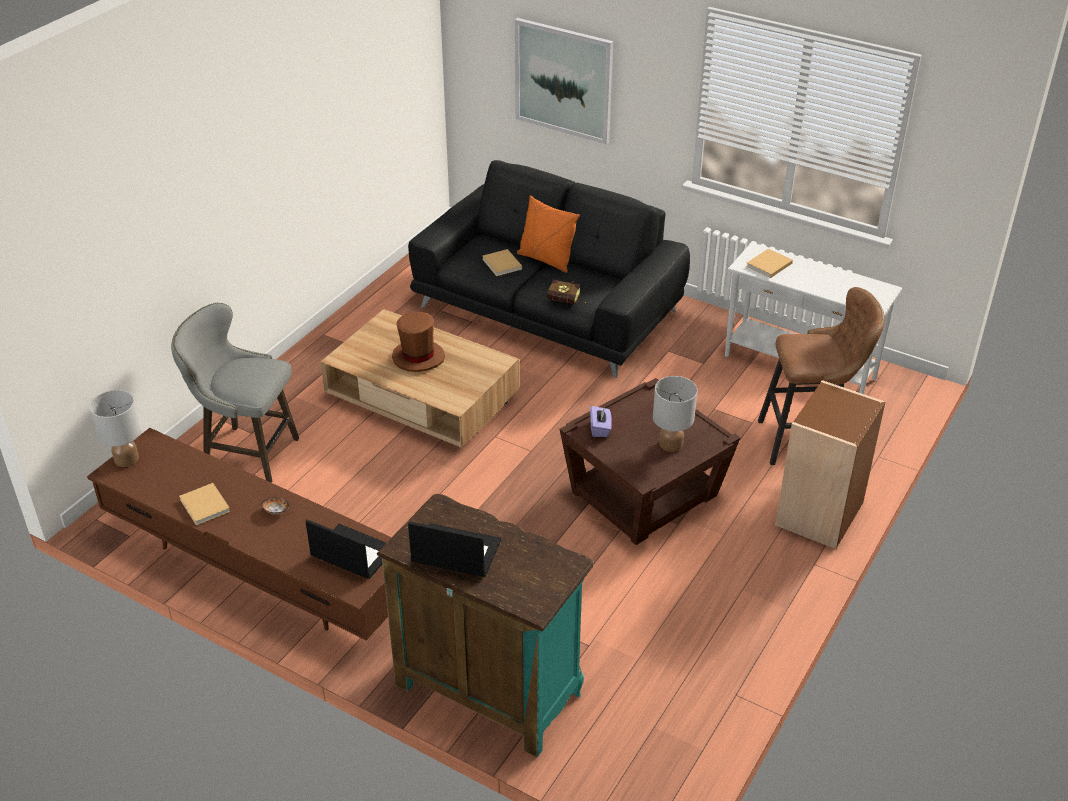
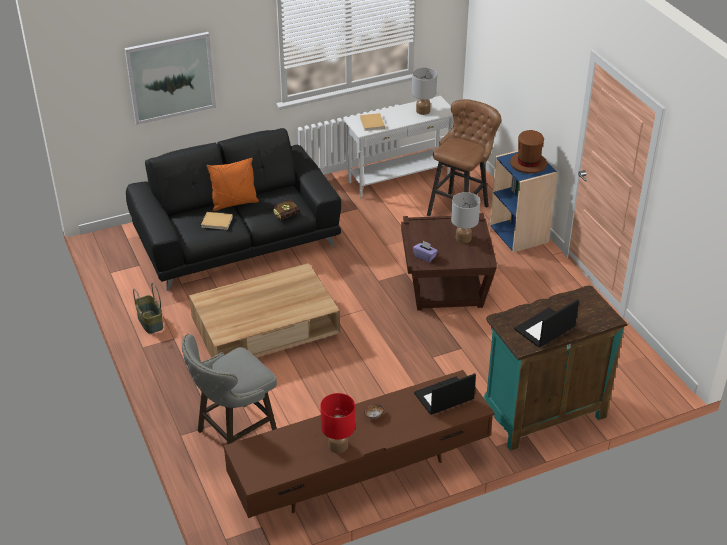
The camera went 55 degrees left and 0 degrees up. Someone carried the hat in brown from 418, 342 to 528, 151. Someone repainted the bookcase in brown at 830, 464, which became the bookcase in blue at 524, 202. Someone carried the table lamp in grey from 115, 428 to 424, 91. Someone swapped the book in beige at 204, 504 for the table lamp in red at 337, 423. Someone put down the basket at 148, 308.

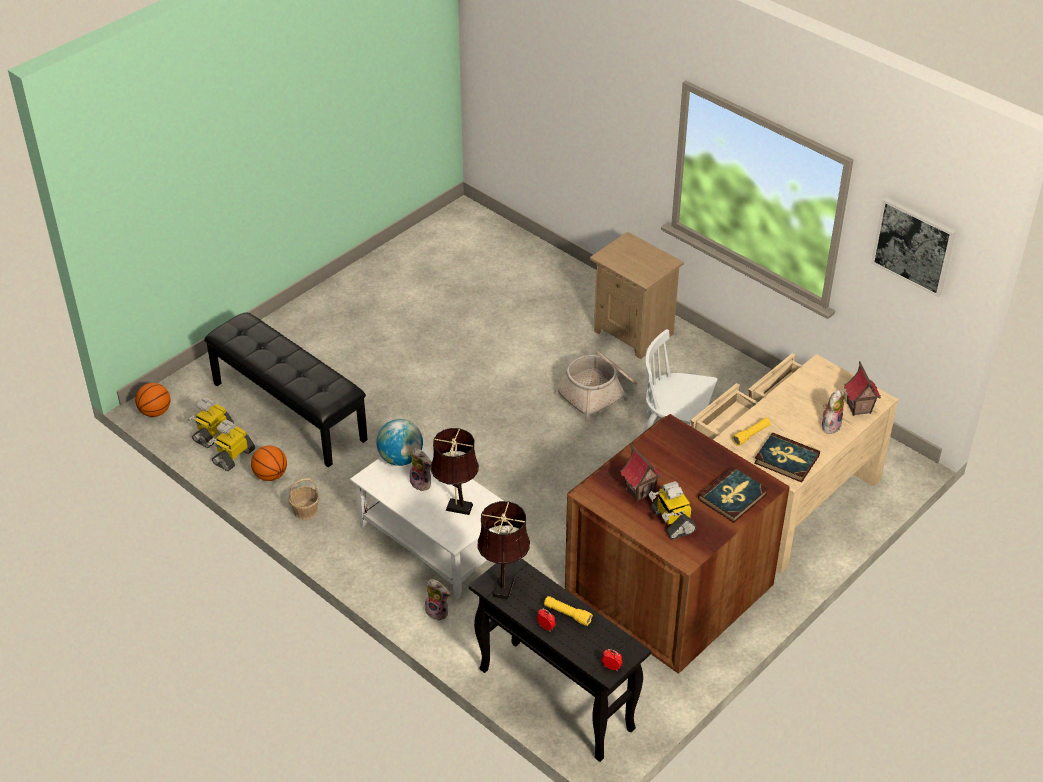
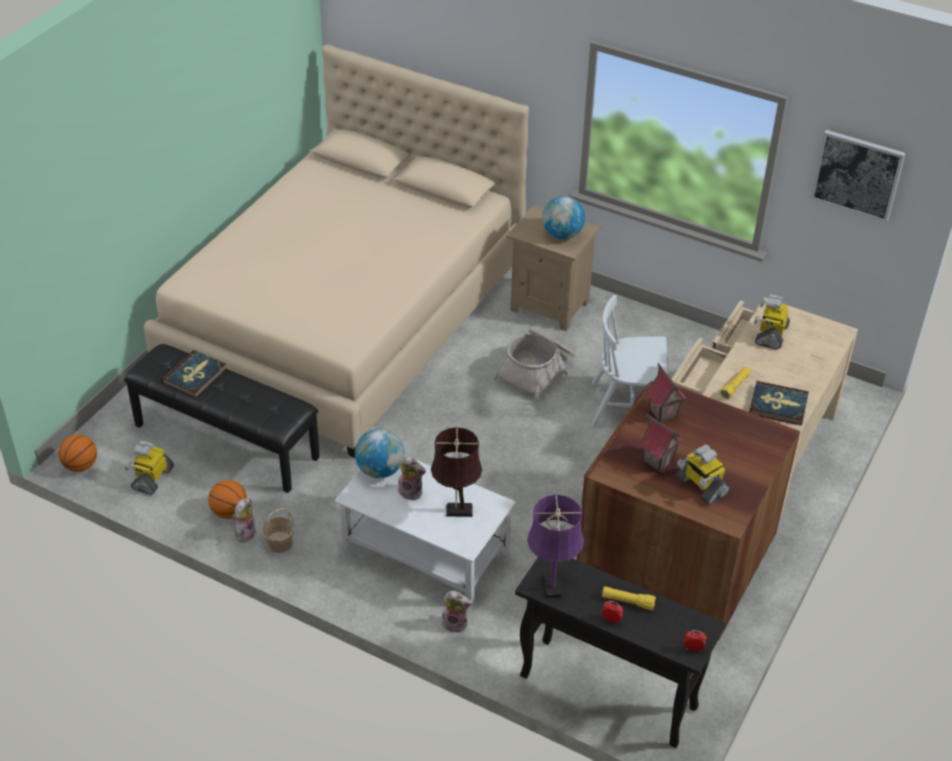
The camera went 15 degrees left and 0 degrees up. Someone carried the toy house from 862, 388 to 666, 393. Someone carried the plush toy from 833, 412 to 244, 520. Someone carried the toy robot from 231, 445 to 772, 321. Someone carried the book from 733, 495 to 194, 374. Someone repainted the table lamp in brown at 503, 550, which became the table lamp in purple at 555, 546. Someone put down the bed in beige at 336, 251. Someone put down the globe at 563, 217.

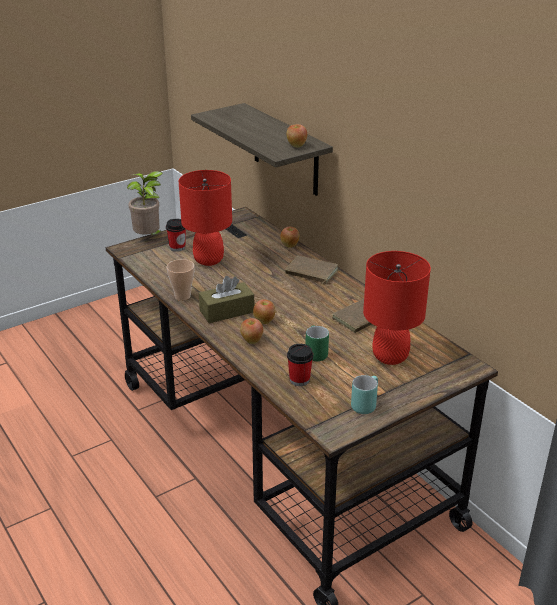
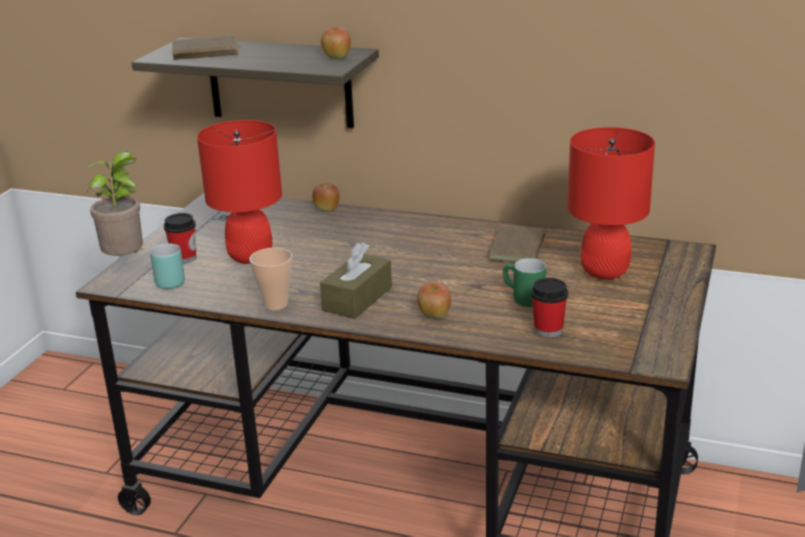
The camera went 35 degrees left and 5 degrees down. Someone carried the book in brown from 312, 270 to 206, 47. Someone took away the apple at 264, 311. Someone carried the mug in turquoise from 364, 394 to 167, 266.

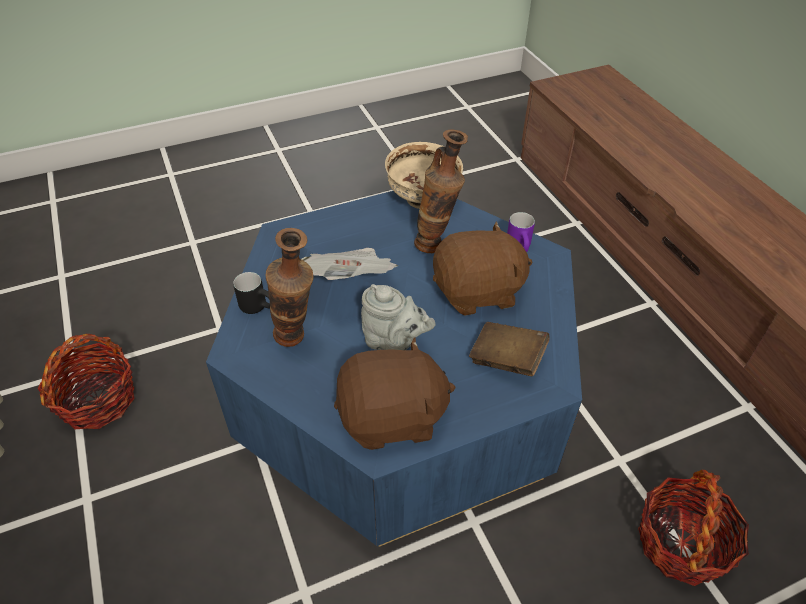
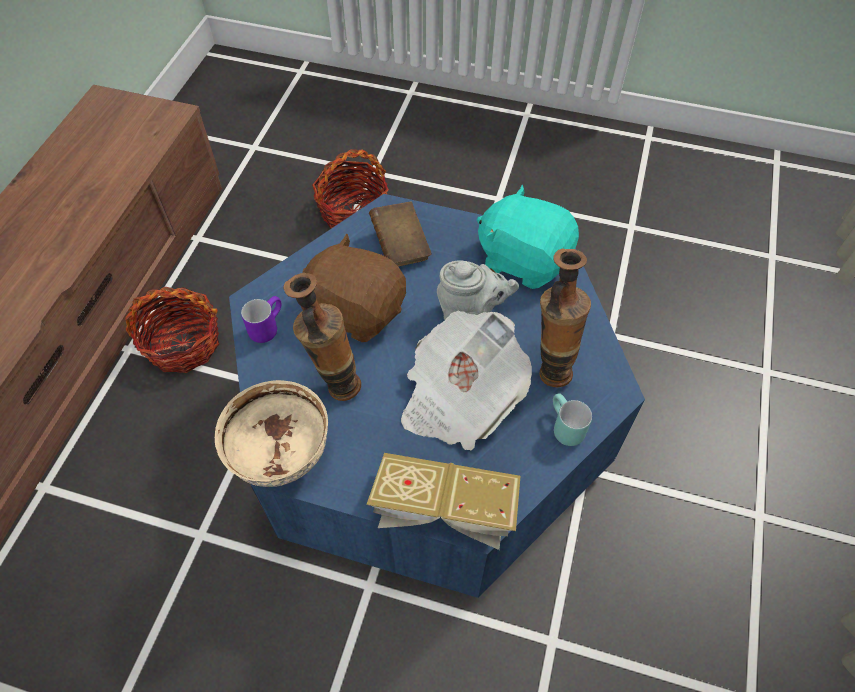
The camera went 140 degrees left and 10 degrees up. Someone repainted the mug in black at 251, 293, which became the mug in turquoise at 572, 419. Someone rotated the teapot in grey at 398, 317 by 120 degrees clockwise. Someone carried the basket from 86, 381 to 172, 330. Someone repainted the plush toy in brown at 395, 393, which became the plush toy in turquoise at 528, 237. Someone put down the book at 444, 501.

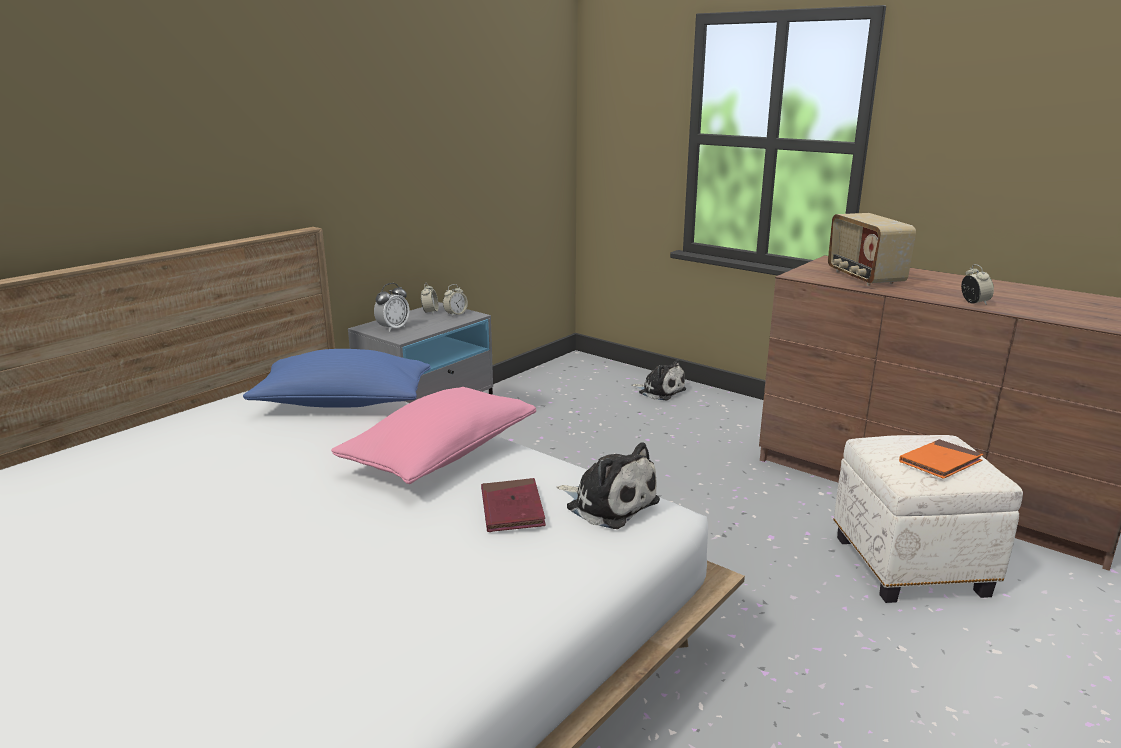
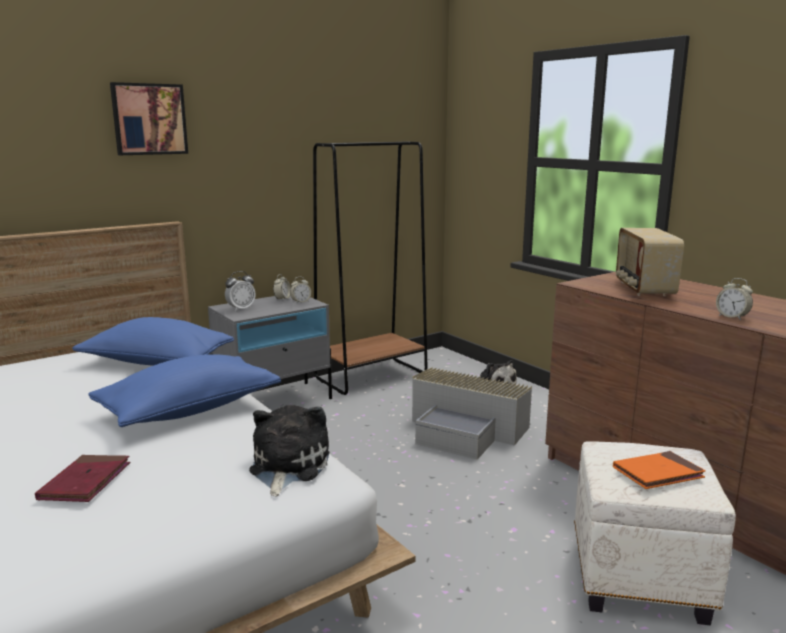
The camera went 15 degrees right and 5 degrees down. Someone rotated the alarm clock at 977, 284 by 135 degrees clockwise. Someone repainted the pillow in pink at 433, 435, which became the pillow in blue at 185, 391. Someone rotated the plush toy at 608, 485 by 135 degrees counterclockwise. Someone carried the book in red from 513, 505 to 82, 478. Someone put up the picture at 149, 118. Someone put down the clothes rack at 370, 268. Someone put down the storage box in grey at 472, 413.

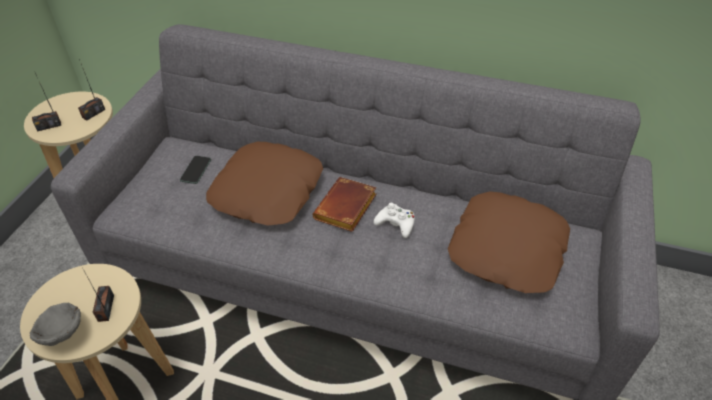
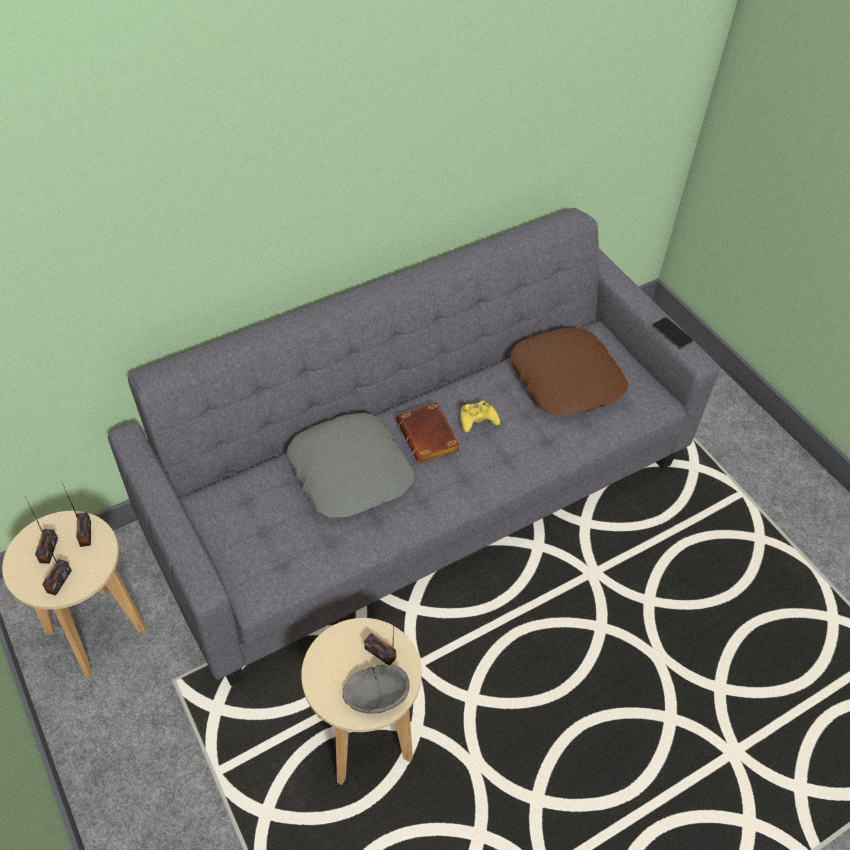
The camera went 50 degrees left and 5 degrees up. Someone repainted the pillow in brown at 264, 184, which became the pillow in grey at 351, 465. Someone carried the phone from 195, 170 to 672, 333. Someone repainted the game controller in white at 394, 220, which became the game controller in yellow at 480, 416. Someone put down the radio at 41, 530.

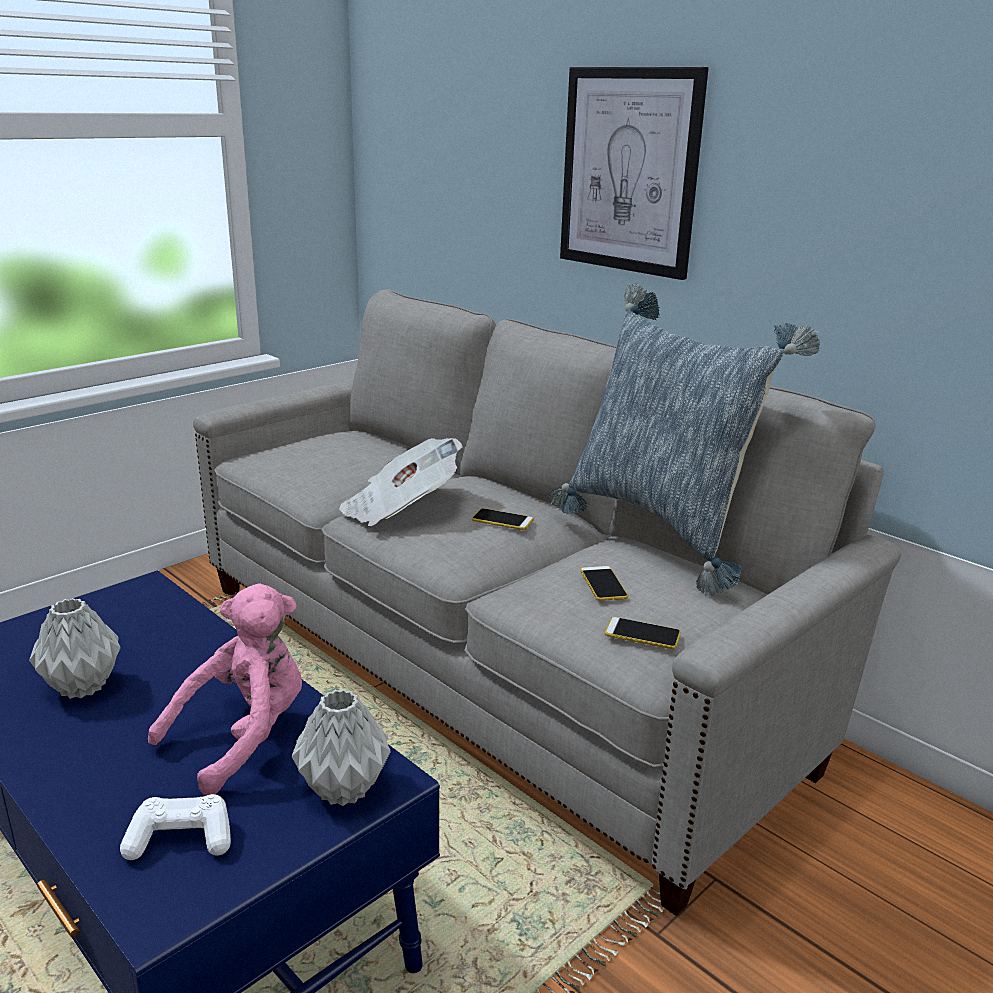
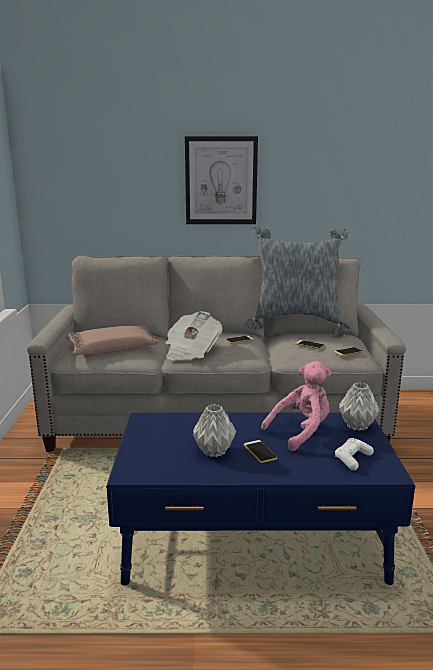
The camera went 45 degrees left and 5 degrees down. Someone rotated the plush toy in pink at 225, 690 by 60 degrees clockwise. Someone put down the pillow in beige at 112, 340. Someone put down the phone at 260, 451.

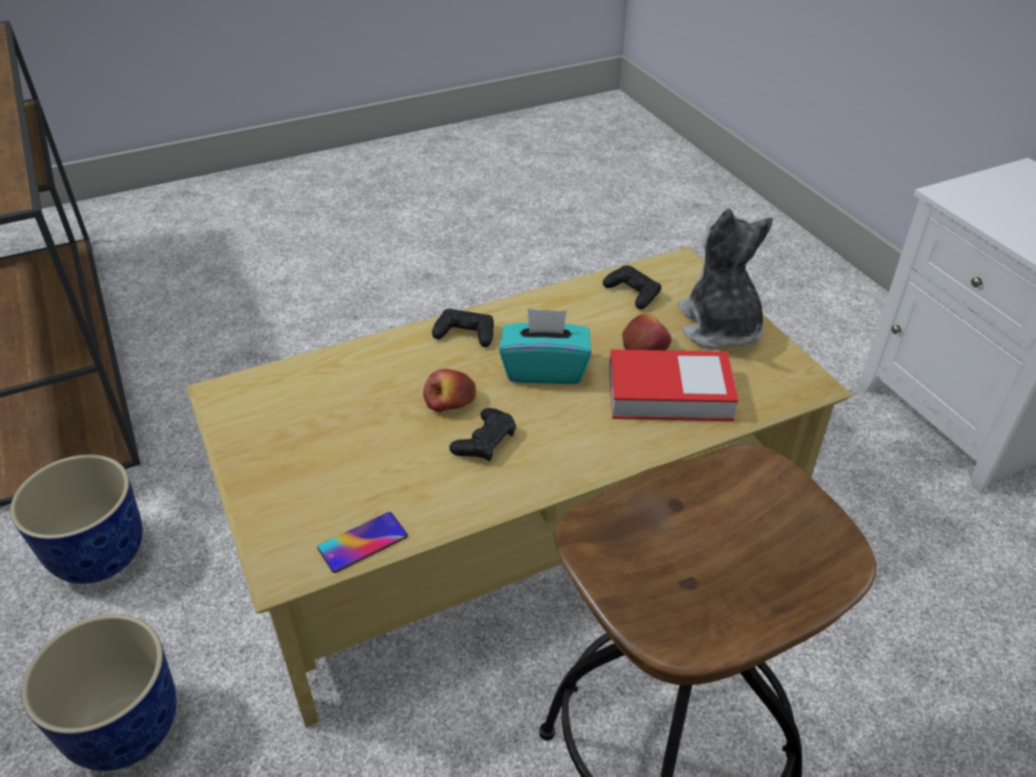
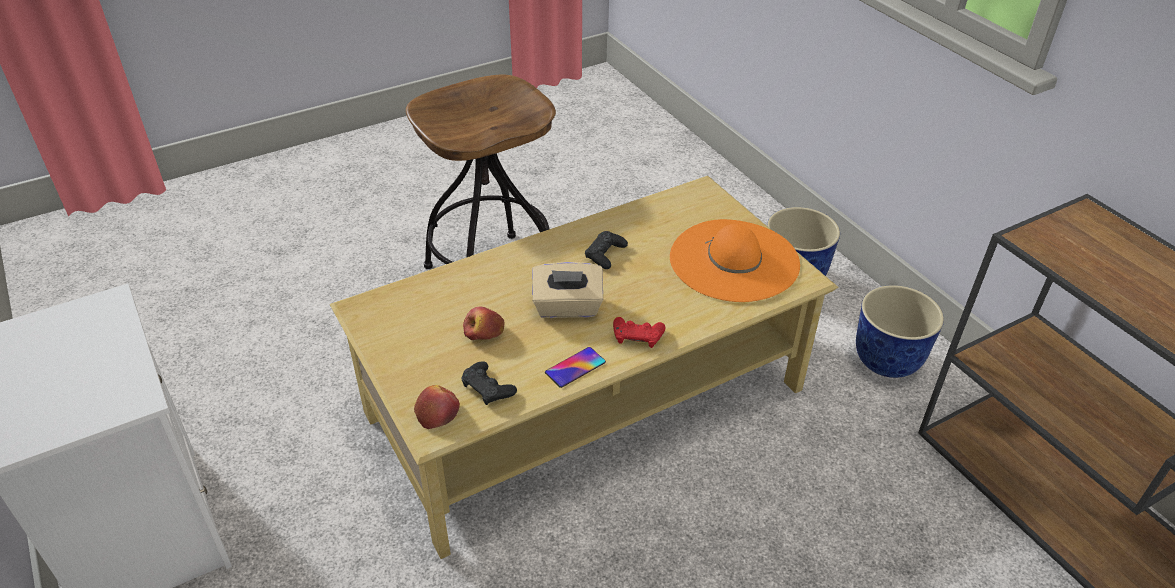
The camera went 175 degrees right and 0 degrees up. Someone took away the plush toy at 725, 279. Someone repainted the tissue box in turquoise at 545, 346, which became the tissue box in beige at 567, 290. Someone repainted the game controller in black at 463, 328, which became the game controller in red at 639, 332. Someone took away the book at 674, 385. Someone carried the apple from 449, 391 to 437, 407. Someone carried the phone from 362, 542 to 575, 367. Someone put down the hat in orange at 735, 260.

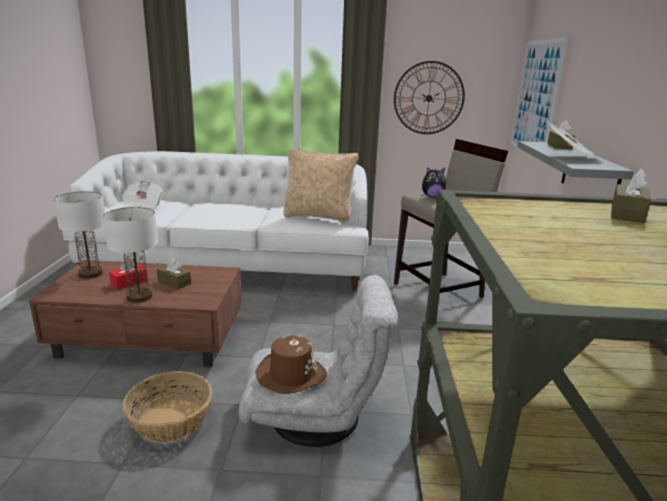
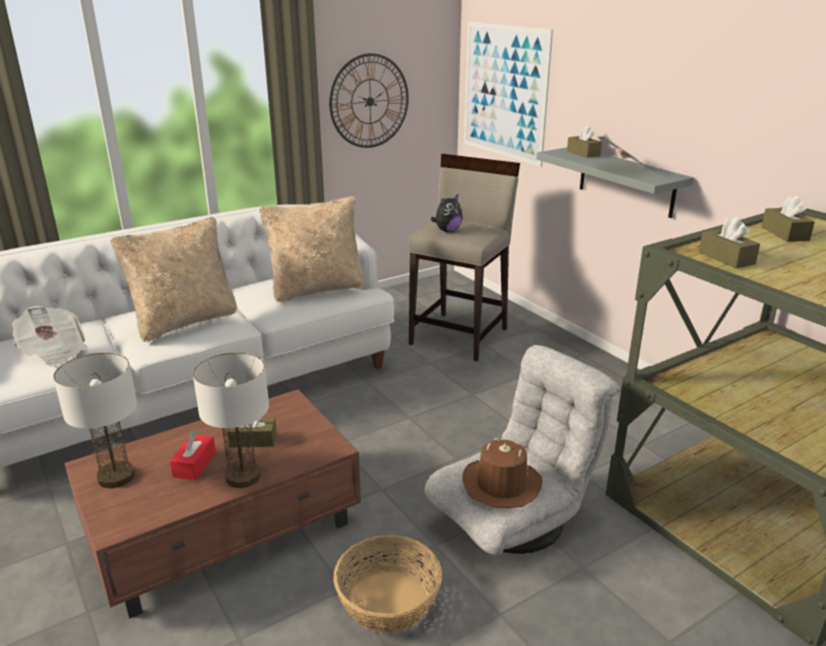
The camera went 35 degrees left and 5 degrees up. Someone put down the pillow in beige at 174, 279. Someone put down the tissue box in brown at 729, 242.

